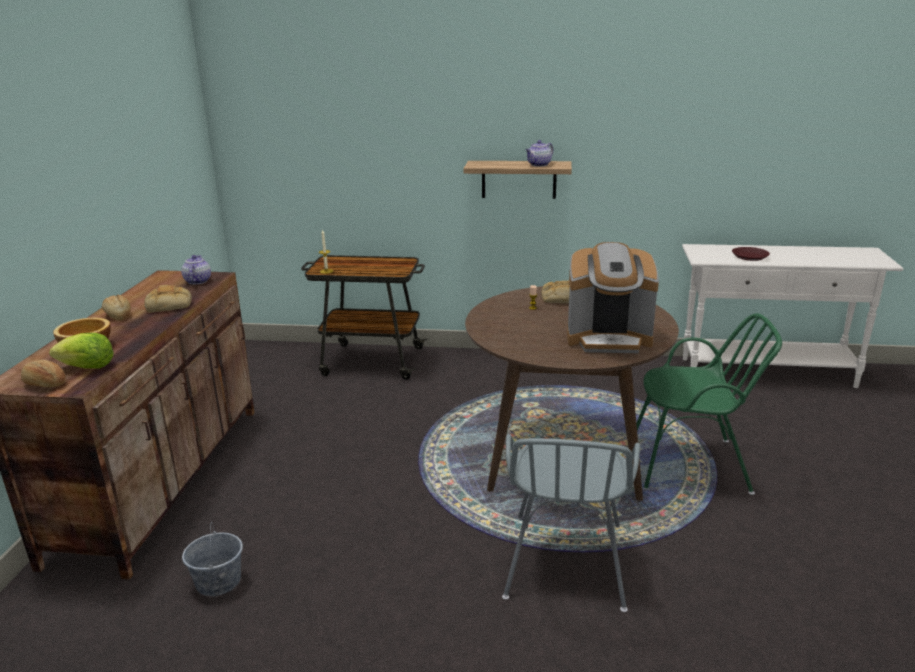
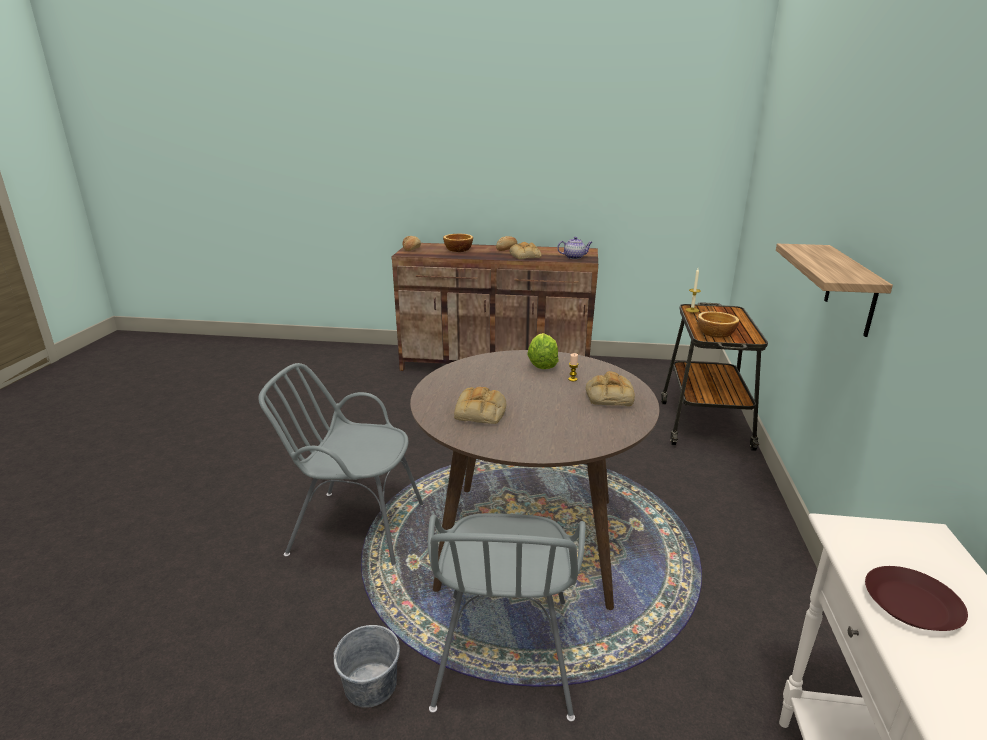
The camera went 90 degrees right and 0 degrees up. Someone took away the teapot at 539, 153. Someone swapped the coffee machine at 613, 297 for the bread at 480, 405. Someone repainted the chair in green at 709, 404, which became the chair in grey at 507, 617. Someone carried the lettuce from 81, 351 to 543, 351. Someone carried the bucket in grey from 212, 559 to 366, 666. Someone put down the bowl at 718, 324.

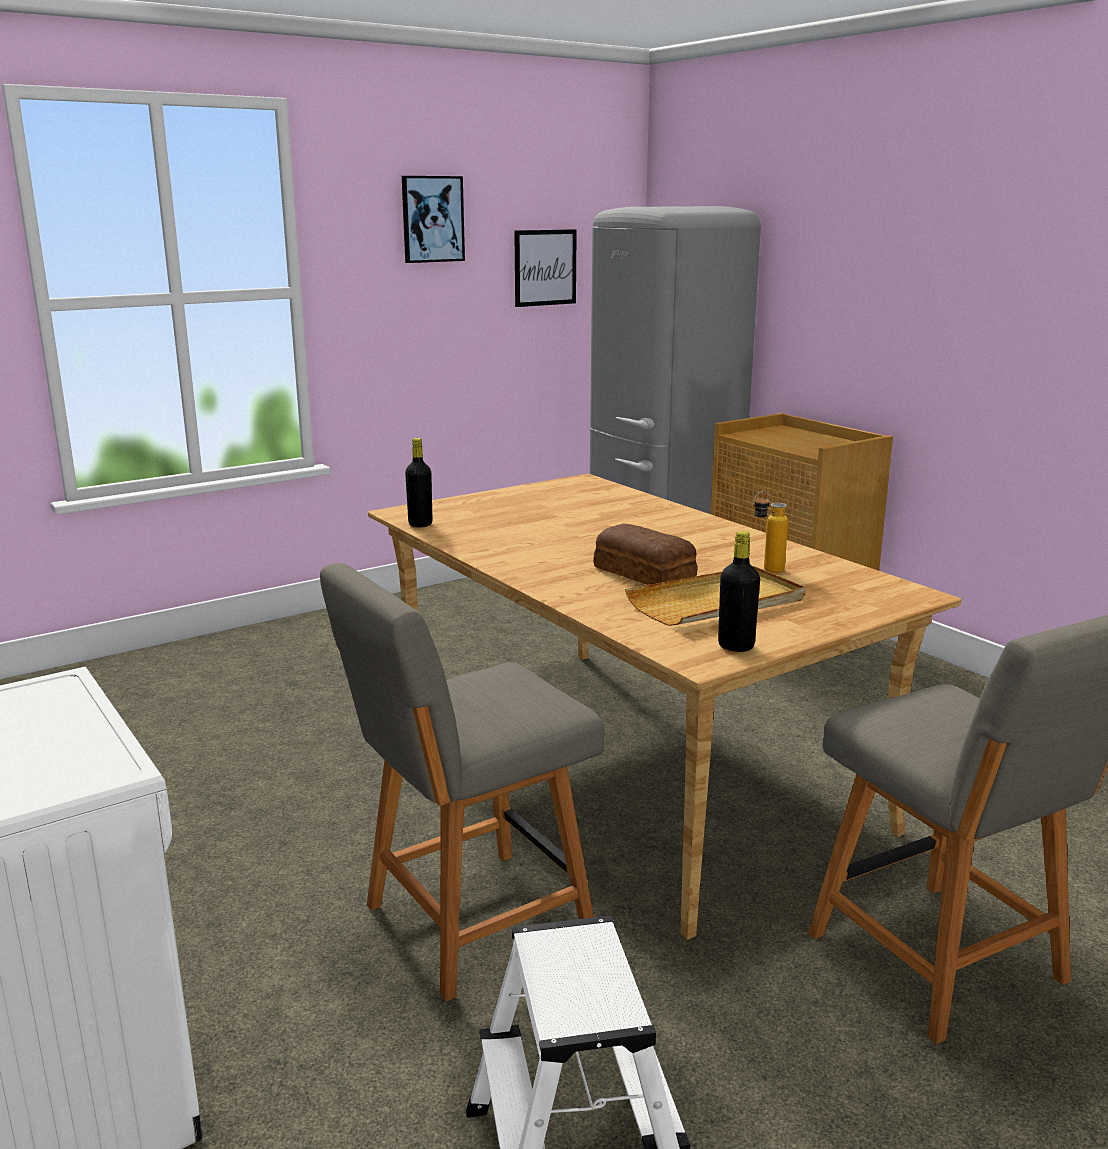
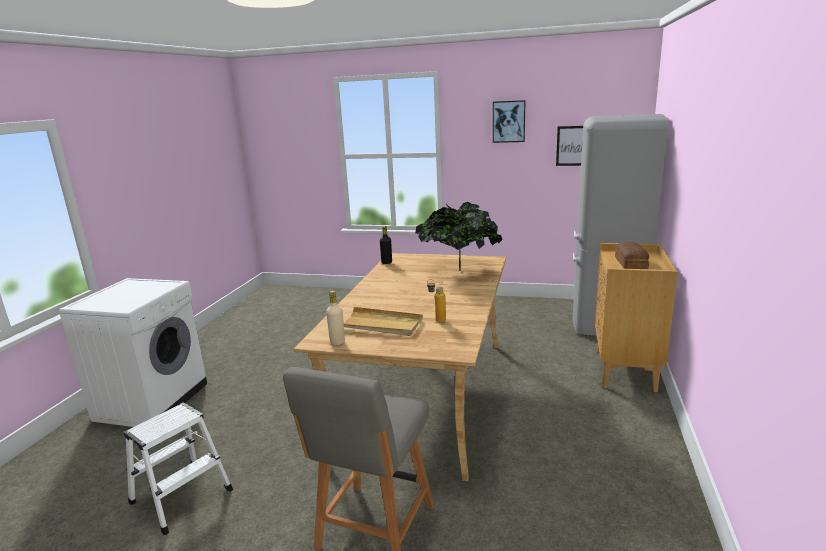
The camera went 50 degrees right and 0 degrees up. Someone carried the bread from 645, 554 to 632, 255. Someone repainted the bottle in black at 739, 591, which became the bottle in beige at 335, 318. Someone took away the chair in grey at 462, 782. Someone put down the potted plant at 458, 236.

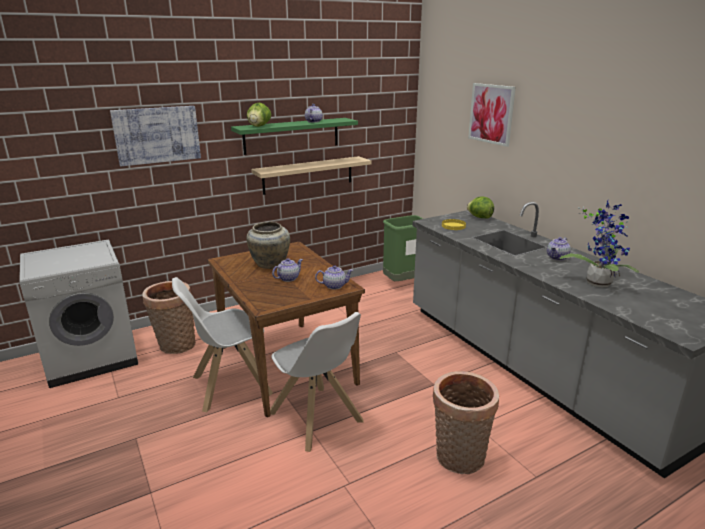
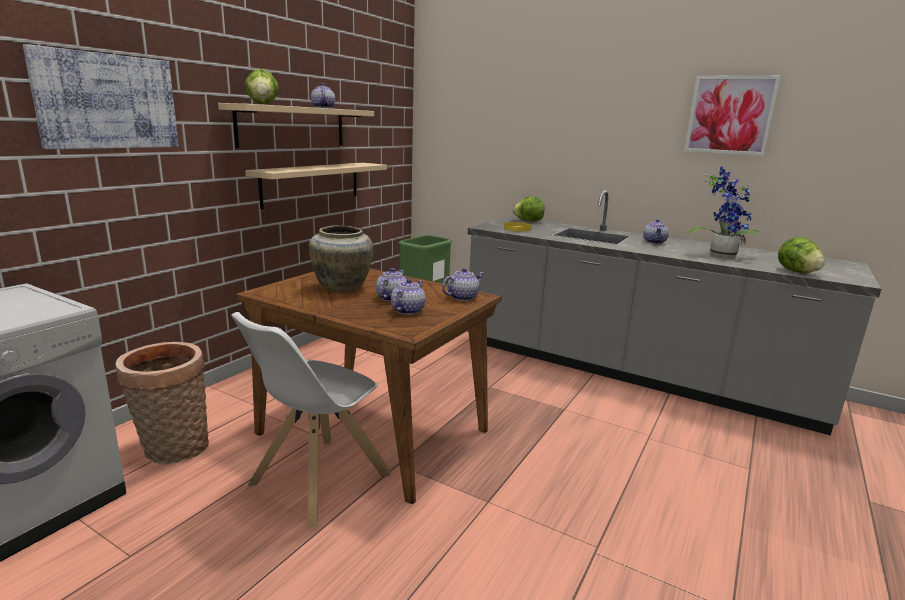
The camera went 30 degrees left and 5 degrees down. Someone carried the picture from 492, 115 to 733, 115. Someone repainted the shelf in green at 294, 136, which became the shelf in beige at 296, 125. Someone took away the chair at 317, 382. Someone took away the basket at 466, 422. Someone put down the lettuce at 801, 255. Someone put down the teapot at 408, 297.

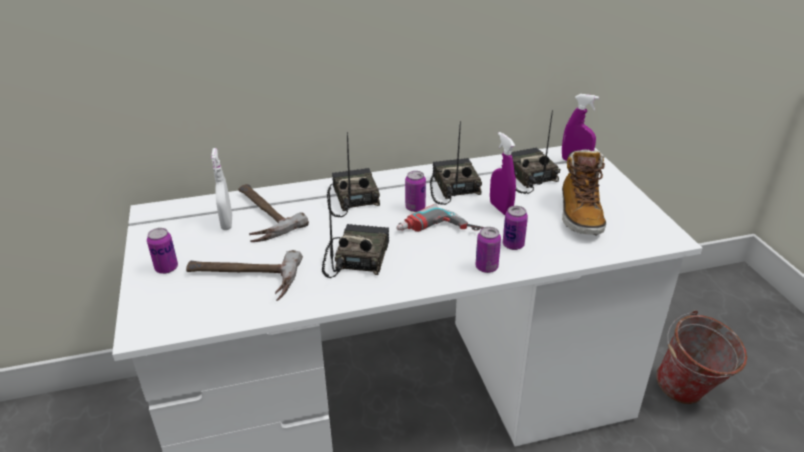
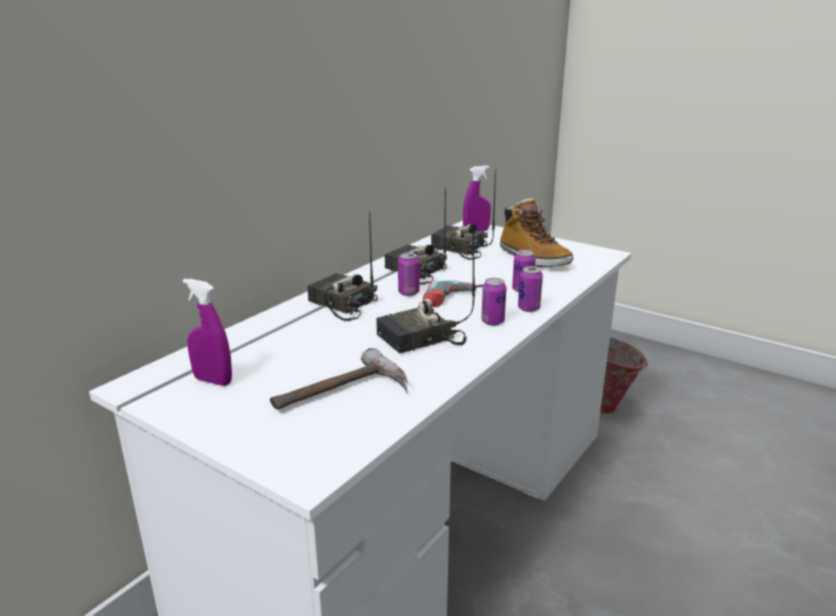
The camera went 40 degrees left and 10 degrees down. Someone carried the spray bottle in purple from 503, 173 to 207, 332. Someone took away the spray bottle in white at 221, 189. Someone took away the hammer at 273, 213. Someone rotated the radio at 355, 234 by 90 degrees counterclockwise. Someone carried the can from 162, 251 to 494, 302.

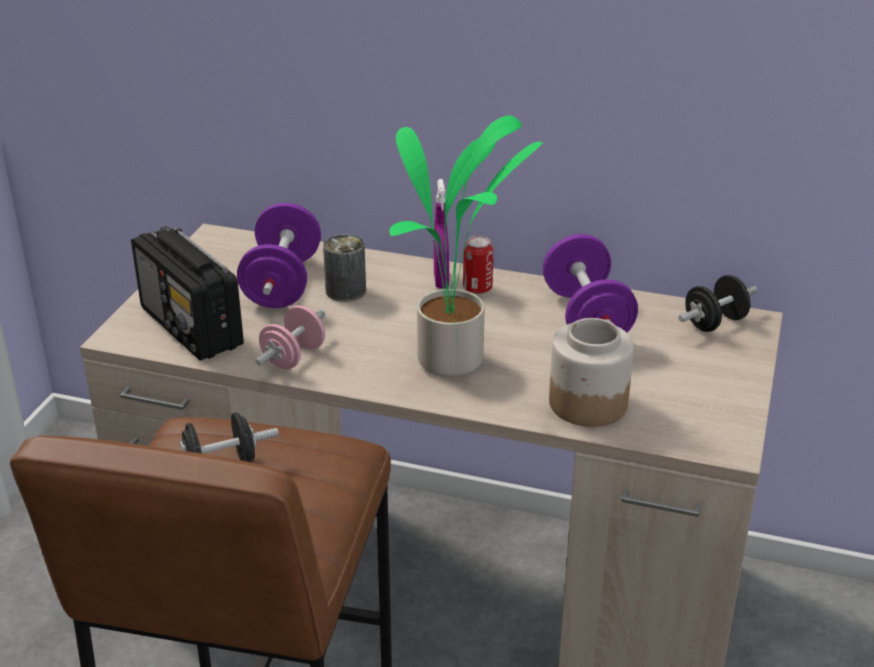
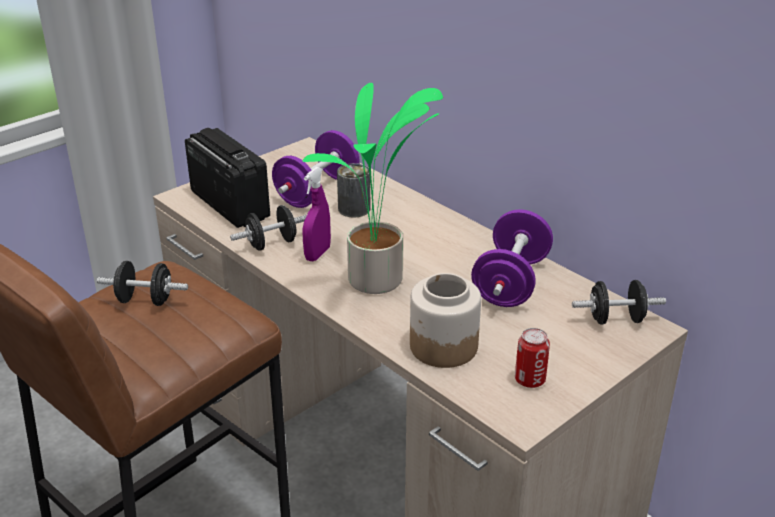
The camera went 30 degrees right and 0 degrees up. Someone carried the spray bottle in purple from 441, 234 to 316, 214. Someone rotated the radio at 187, 293 by 150 degrees clockwise. Someone carried the can from 478, 265 to 532, 358. Someone repainted the dumbbell in pink at 290, 337, which became the dumbbell in black at 268, 228.

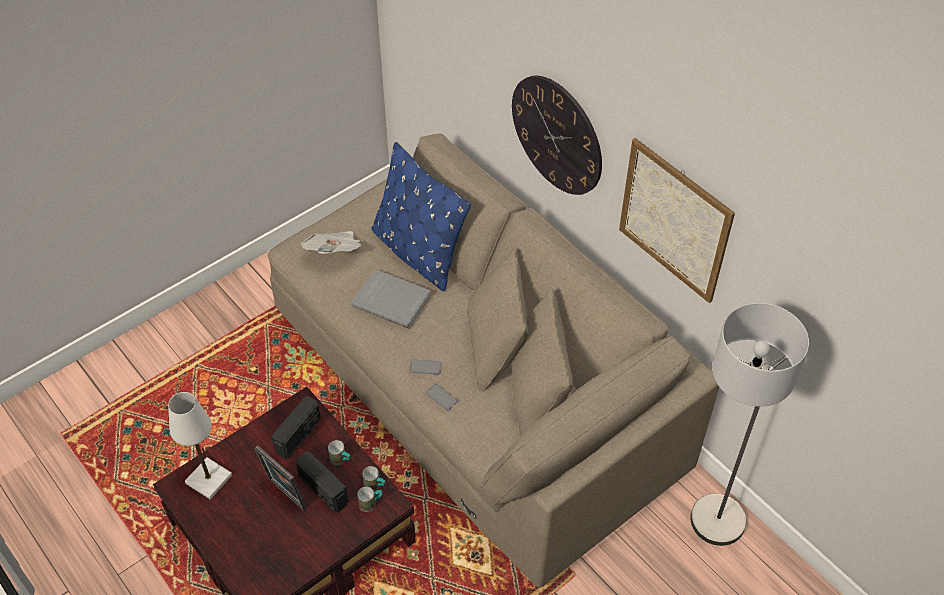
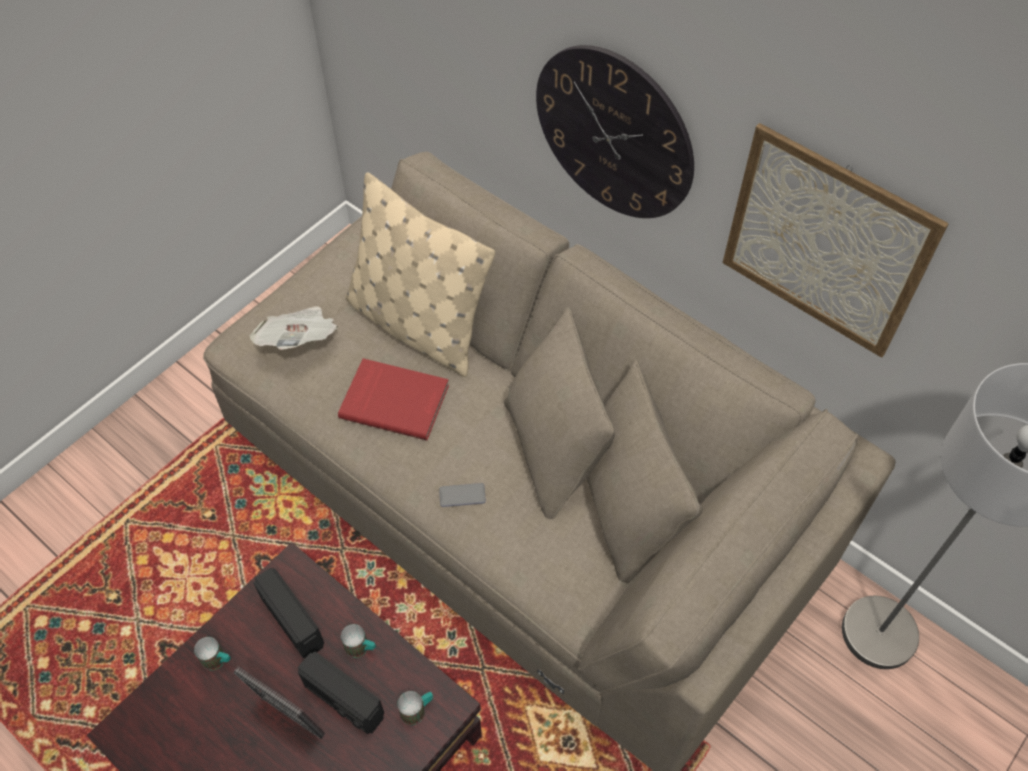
The camera went 10 degrees left and 5 degrees up. Someone repainted the pillow in blue at 421, 216, which became the pillow in beige at 420, 274. Someone repainted the book in grey at 391, 299, which became the book in red at 393, 399. Someone took away the phone at 441, 397. Someone took away the table lamp in white at 200, 446. Someone rotated the radio at 296, 428 by 60 degrees counterclockwise. Someone carried the mug from 373, 478 to 212, 654.

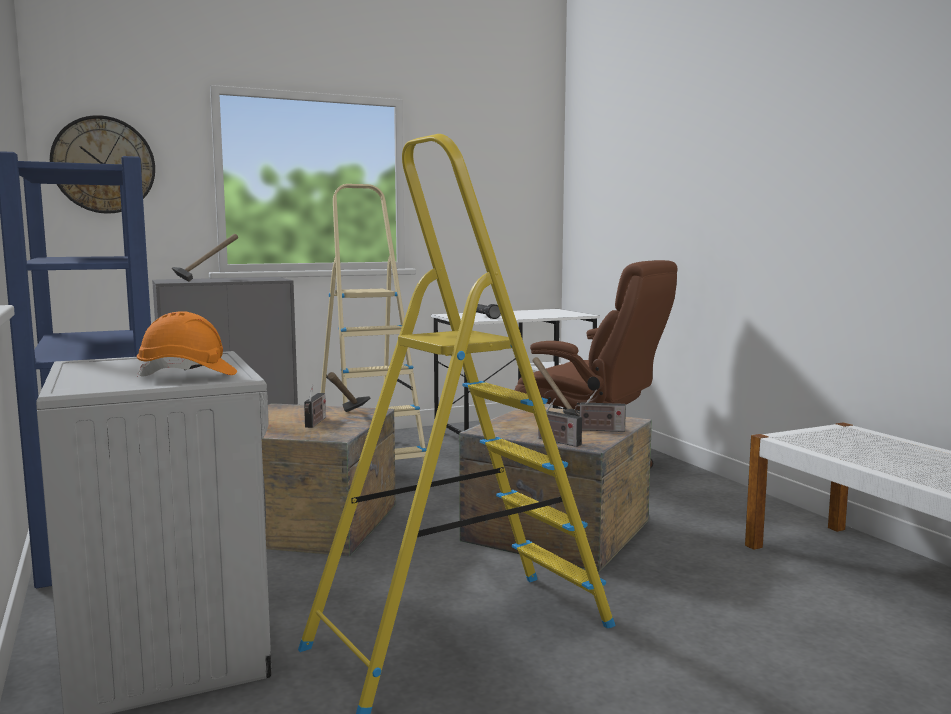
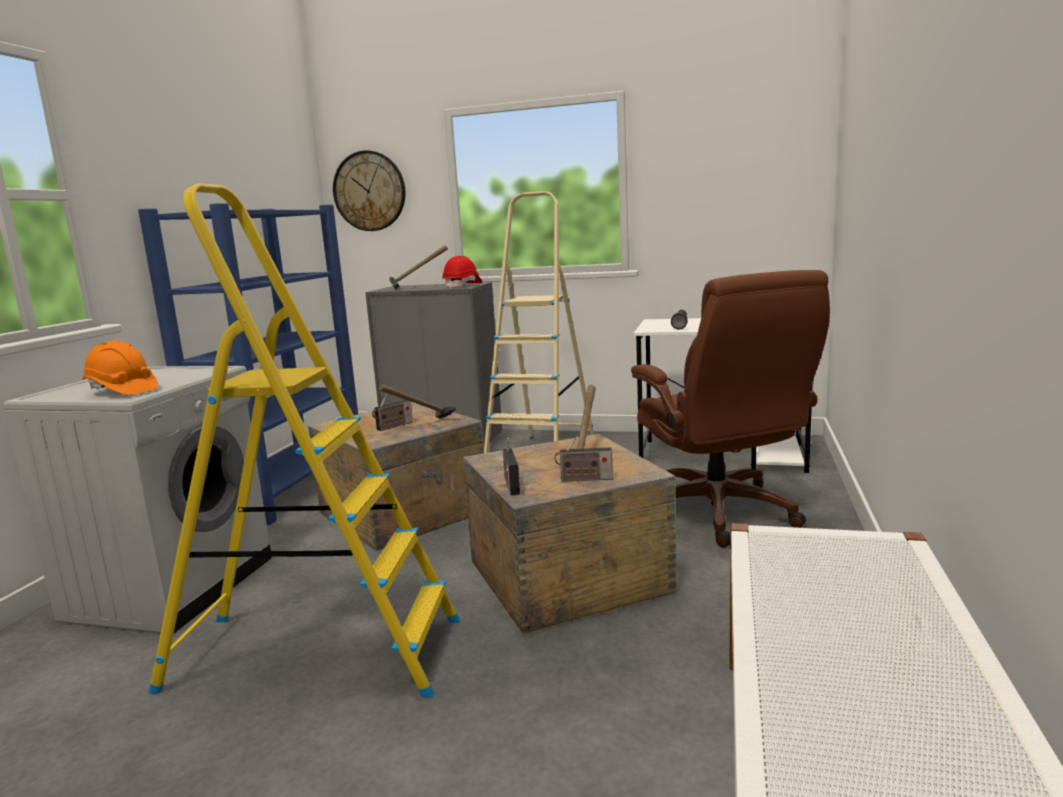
The camera went 40 degrees right and 5 degrees up. Someone rotated the radio at 600, 410 by 45 degrees counterclockwise. Someone put down the hard hat in red at 462, 272.

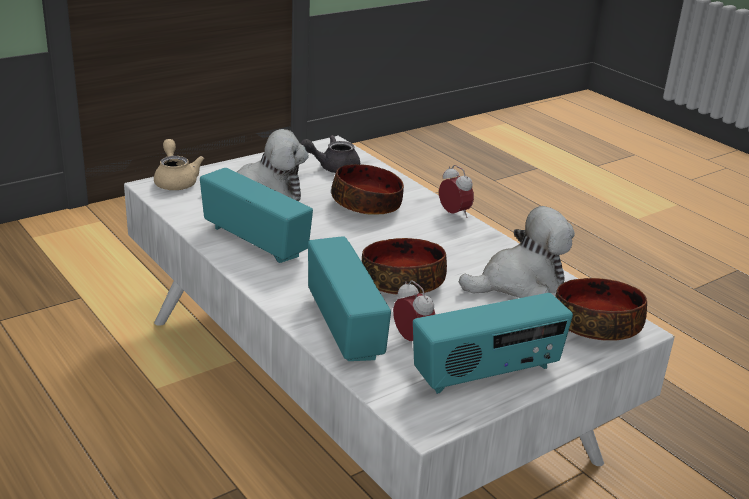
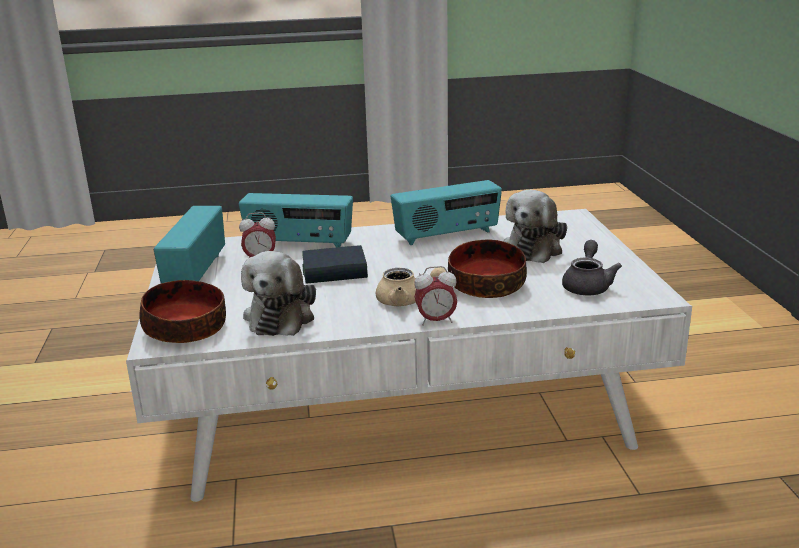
The camera went 120 degrees right and 5 degrees down. Someone carried the teapot in beige from 179, 164 to 411, 286. Someone swapped the bowl at 404, 266 for the book at 335, 264.

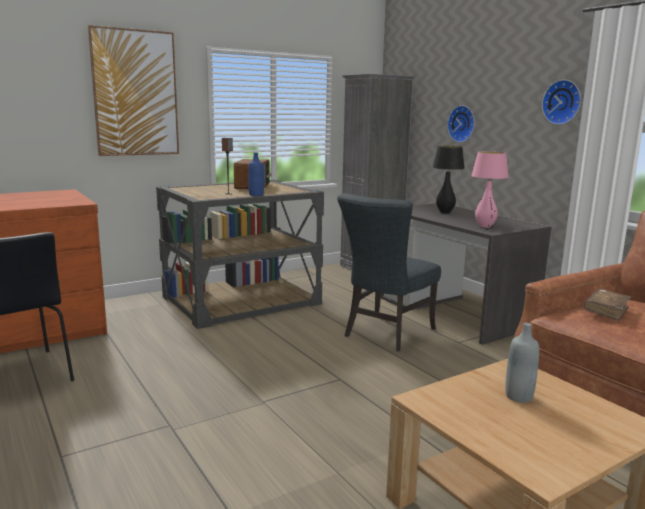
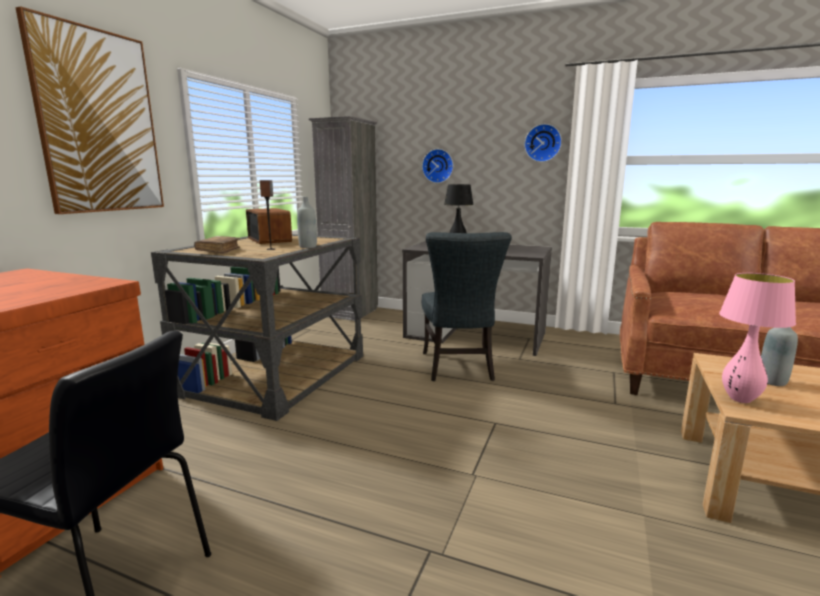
The camera went 35 degrees left and 0 degrees up. Someone carried the table lamp in pink from 490, 189 to 757, 338. Someone repainted the bottle in blue at 256, 174, which became the bottle in grey at 307, 222. Someone carried the book in brown from 607, 305 to 217, 245.

